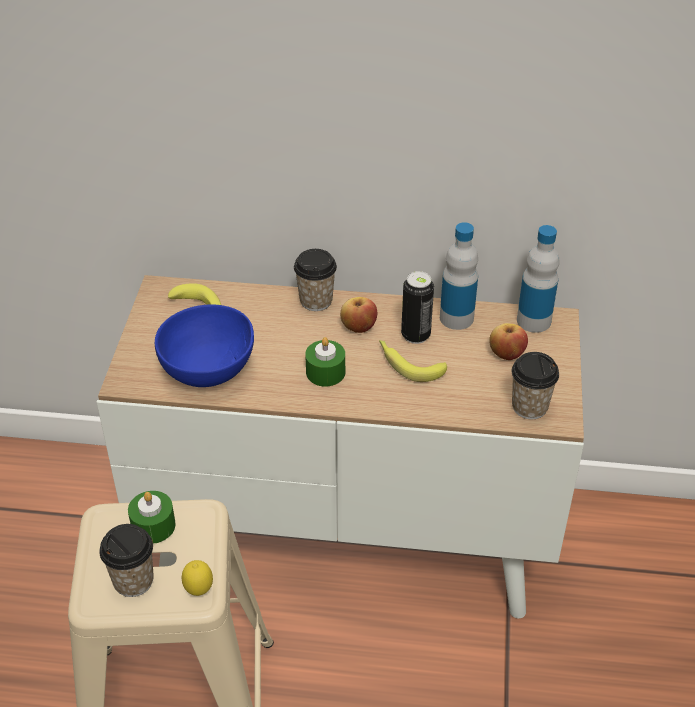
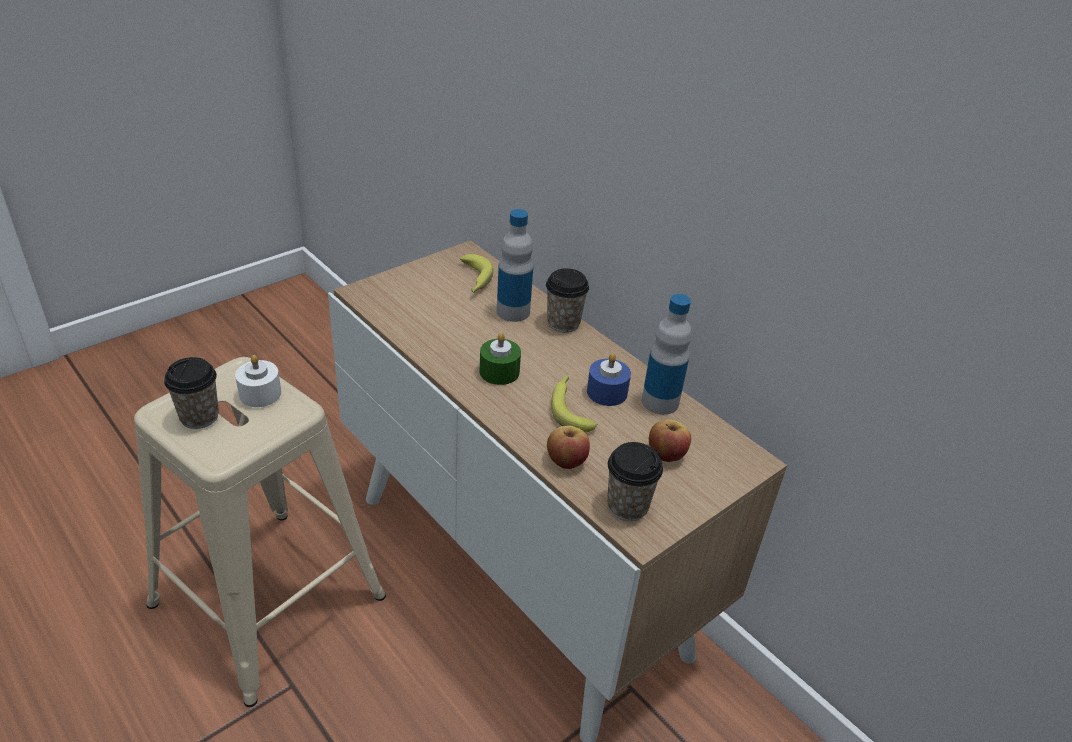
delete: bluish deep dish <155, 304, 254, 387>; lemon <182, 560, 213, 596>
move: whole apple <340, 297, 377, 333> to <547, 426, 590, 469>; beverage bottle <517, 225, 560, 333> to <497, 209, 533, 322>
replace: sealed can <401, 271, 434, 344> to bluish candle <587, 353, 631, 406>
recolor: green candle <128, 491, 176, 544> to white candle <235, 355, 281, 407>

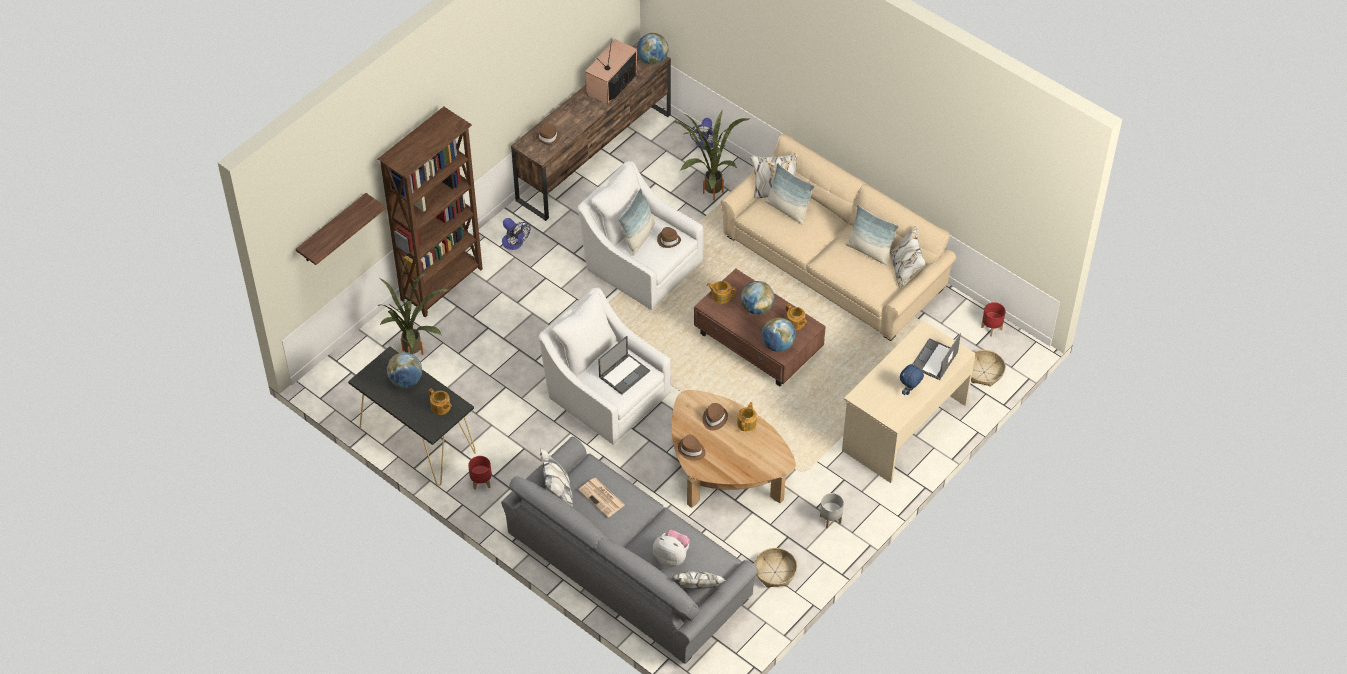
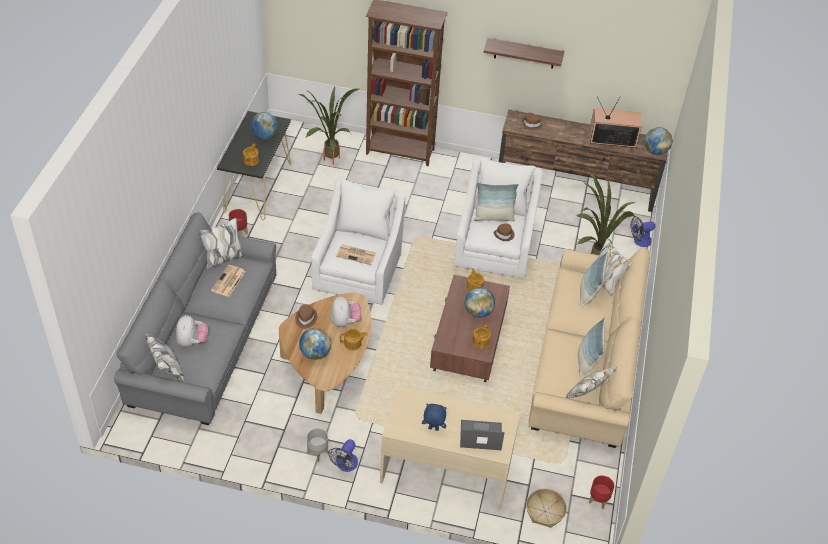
delete: storage basket <754, 548, 797, 588>
move: wall shelf <296, 193, 386, 265> to <484, 38, 564, 69>; electric fan <502, 218, 530, 250> to <328, 439, 358, 472>; globe <762, 318, 796, 352> to <299, 328, 331, 360>
replace: notebook computer <598, 336, 650, 395> to printed paper <336, 244, 376, 265>; brown wearable hat <703, 403, 728, 430> to soft toy <331, 296, 362, 327>

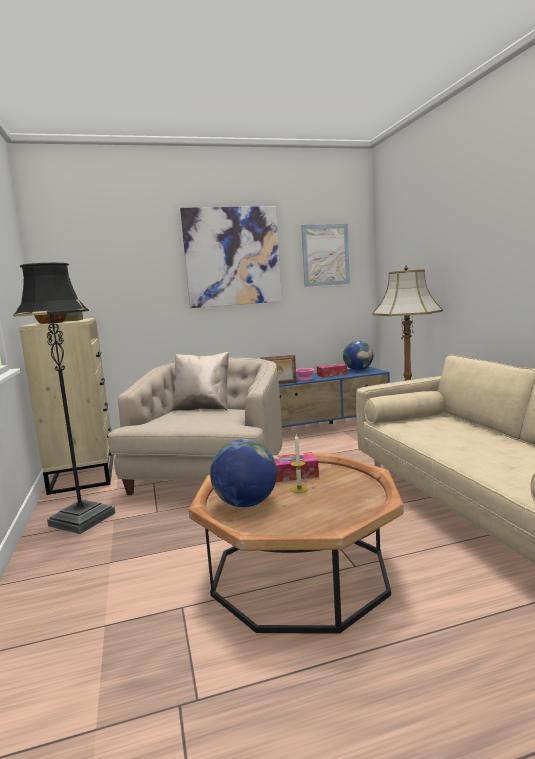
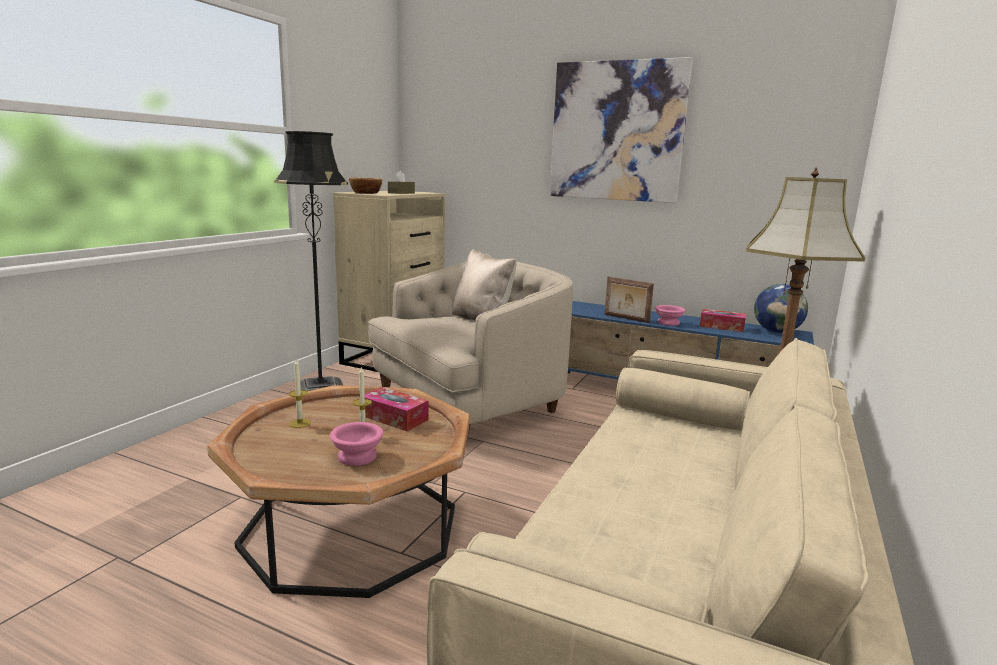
delete: picture <301, 224, 350, 287>
insert: pinkish deep dish <330, 422, 383, 466>
replace: globe <210, 439, 277, 507> to candle <289, 358, 311, 428>

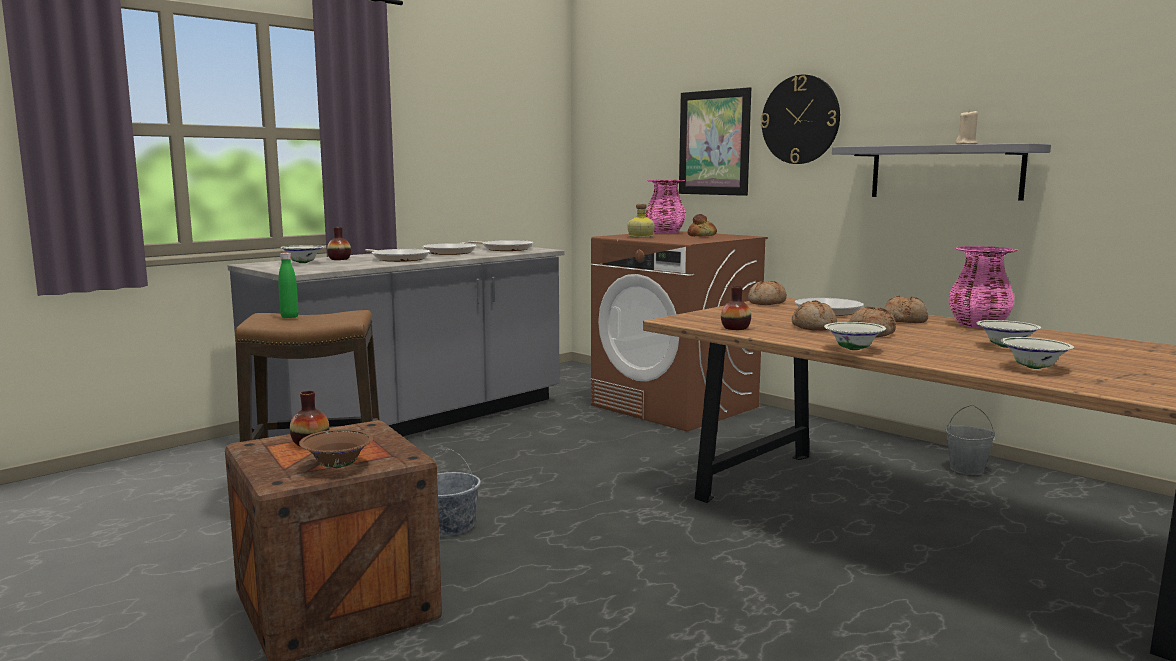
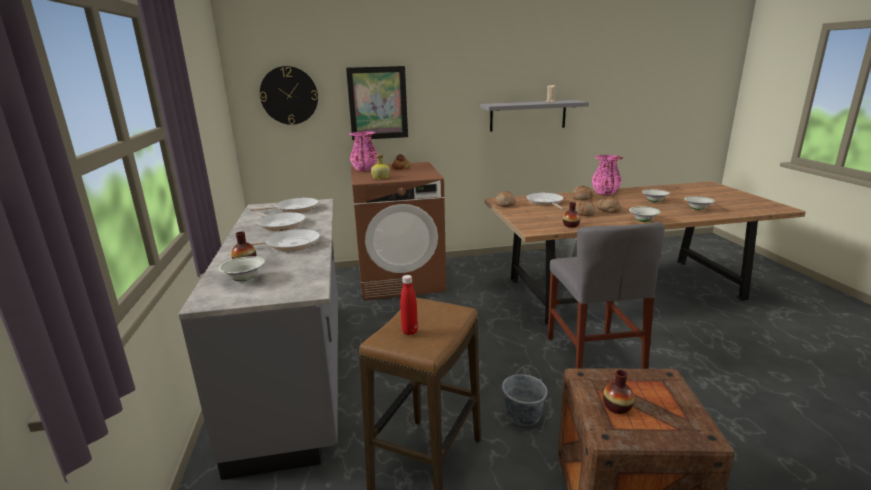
delete: brown deep dish <299, 429, 373, 468>
insert: greyish upright chair <548, 222, 665, 369>
move: wall clock <761, 75, 840, 164> to <260, 66, 318, 125>
recolor: green beverage bottle <278, 253, 299, 318> to reddish beverage bottle <400, 275, 418, 335>

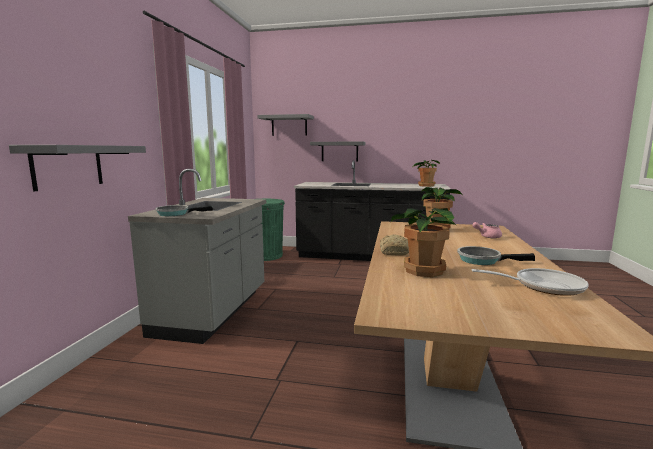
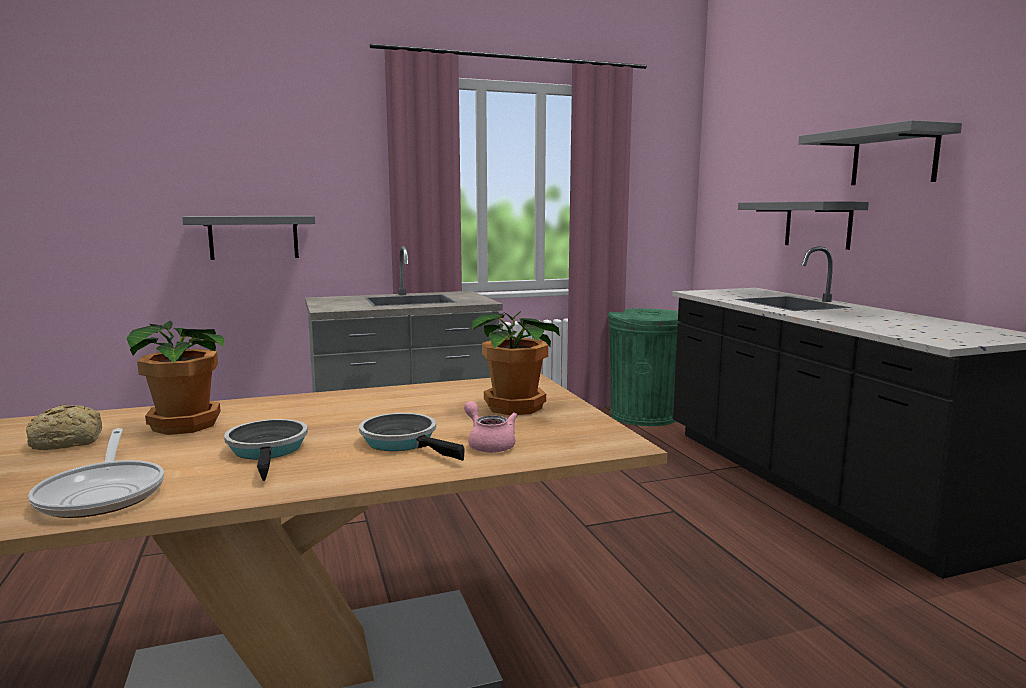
delete: potted plant <413, 160, 440, 187>
move: frying pan <155, 205, 213, 216> to <359, 413, 465, 461>; greyish wall shelf <257, 114, 314, 136> to <798, 120, 962, 185>; bread <380, 234, 409, 255> to <26, 404, 102, 450>

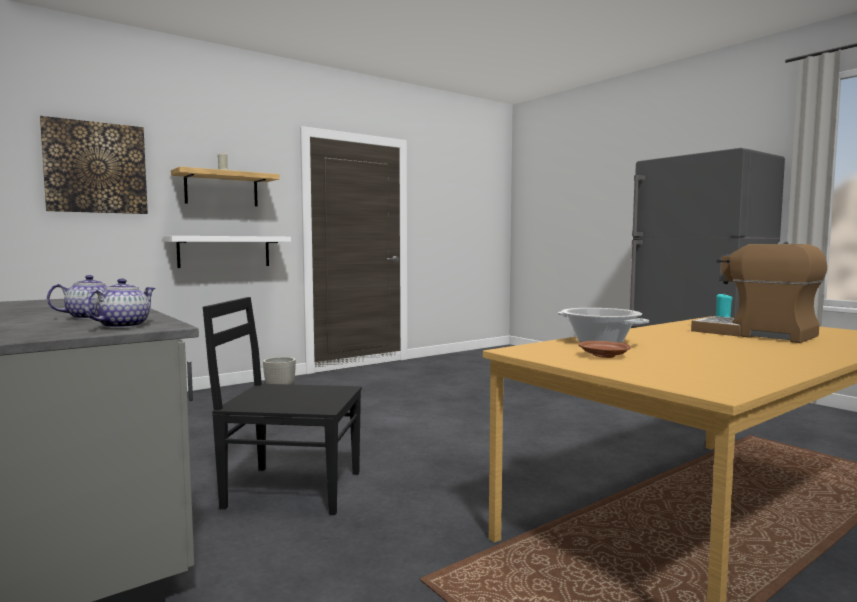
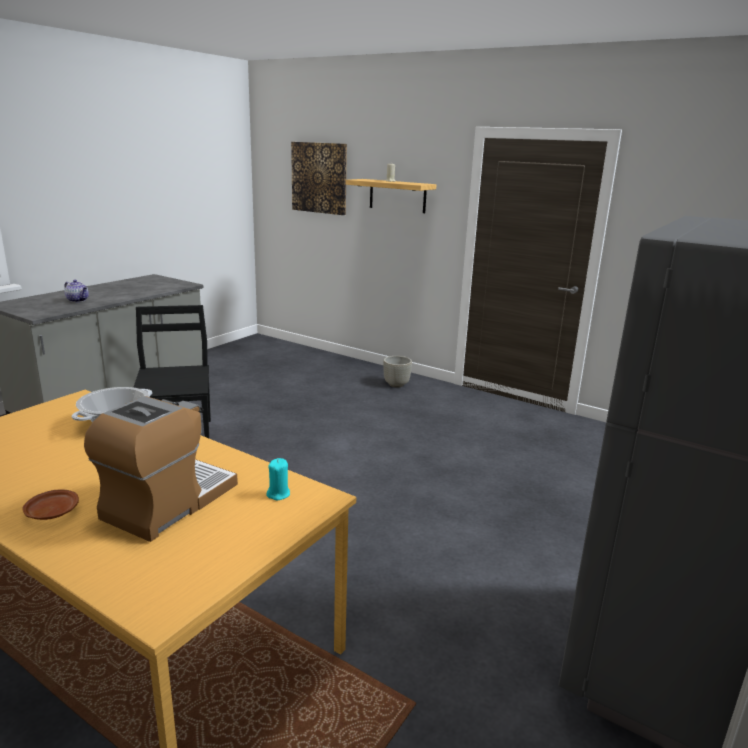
delete: teapot <84, 279, 155, 328>; white wall shelf <163, 236, 291, 268>
move: brown plate <578, 341, 631, 358> to <22, 489, 79, 520>

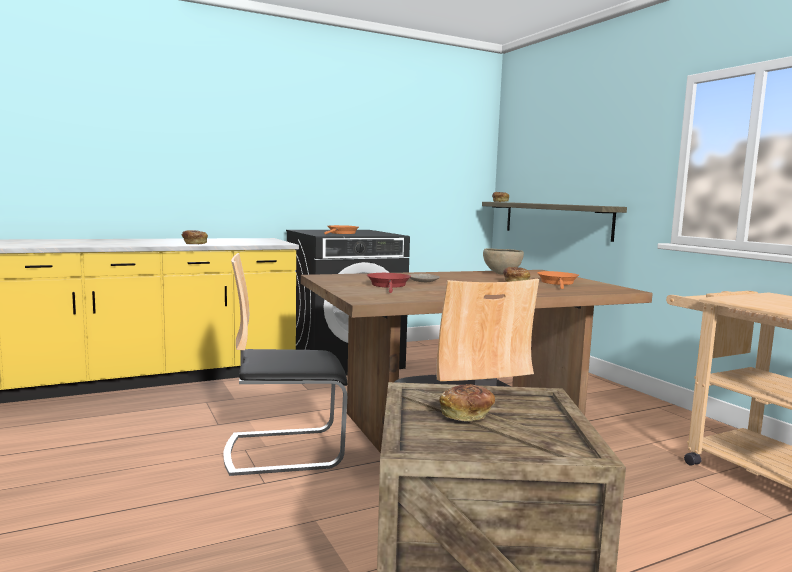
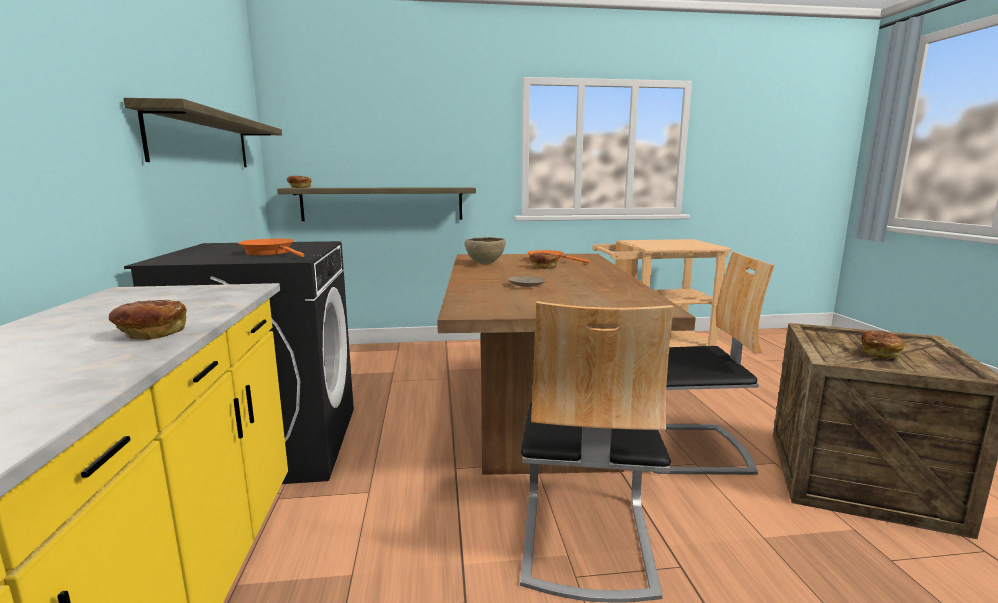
delete: reddish frying pan <367, 273, 411, 293>
insert: wall shelf <123, 98, 282, 167>

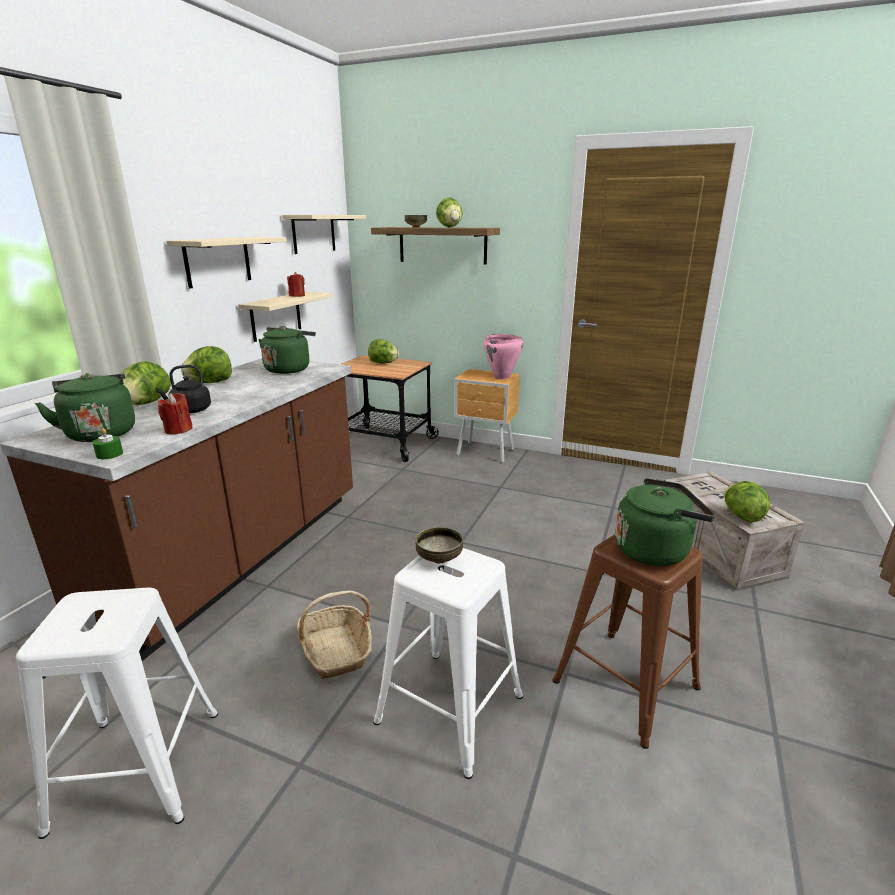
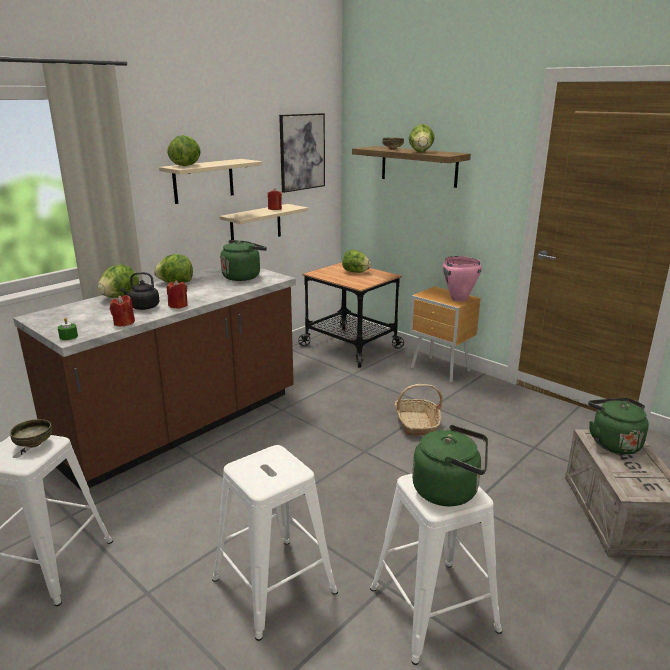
insert: reddish candle <167, 280, 187, 309>
move: green kettle <35, 373, 135, 442> to <588, 398, 649, 455>; storage basket <297, 591, 372, 679> to <395, 384, 443, 436>; deep dish <416, 527, 463, 563> to <10, 419, 52, 448>; lettuce <724, 481, 770, 523> to <167, 135, 201, 166>
replace: beige wall shelf <282, 215, 366, 254> to picture <279, 113, 325, 193>
recolor: brown stool <552, 534, 703, 749> to white stool <370, 474, 502, 665>

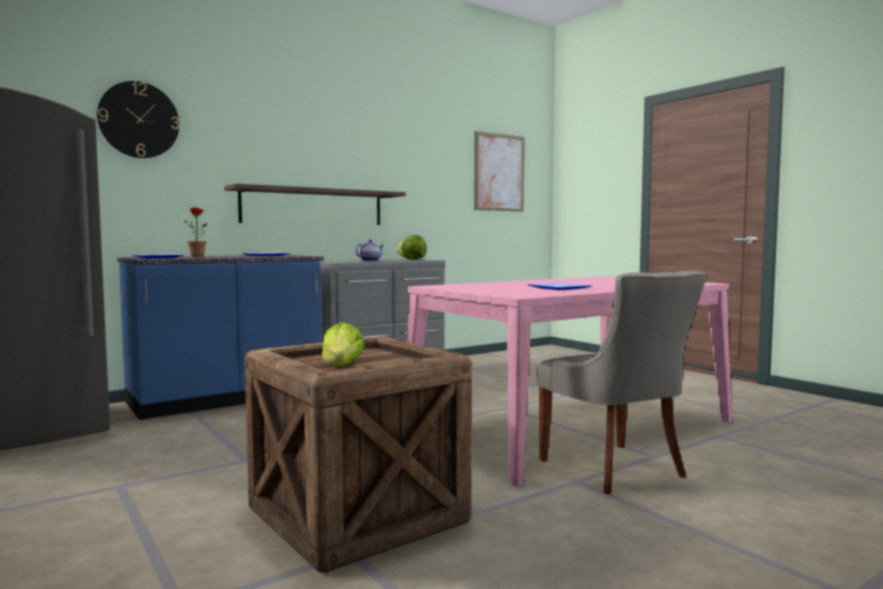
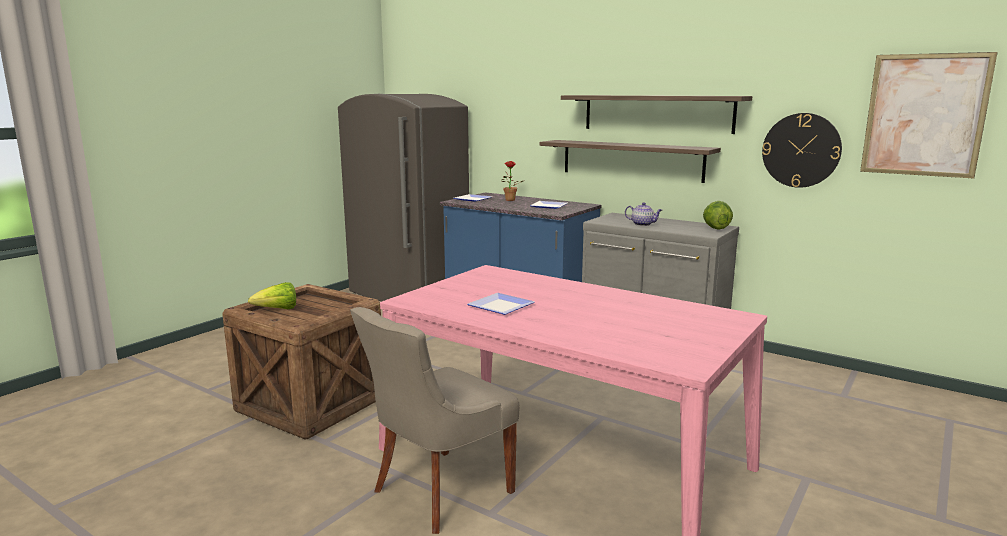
insert: wall shelf <561, 95, 752, 134>
move: wall clock <97, 81, 179, 158> to <762, 113, 842, 188>

